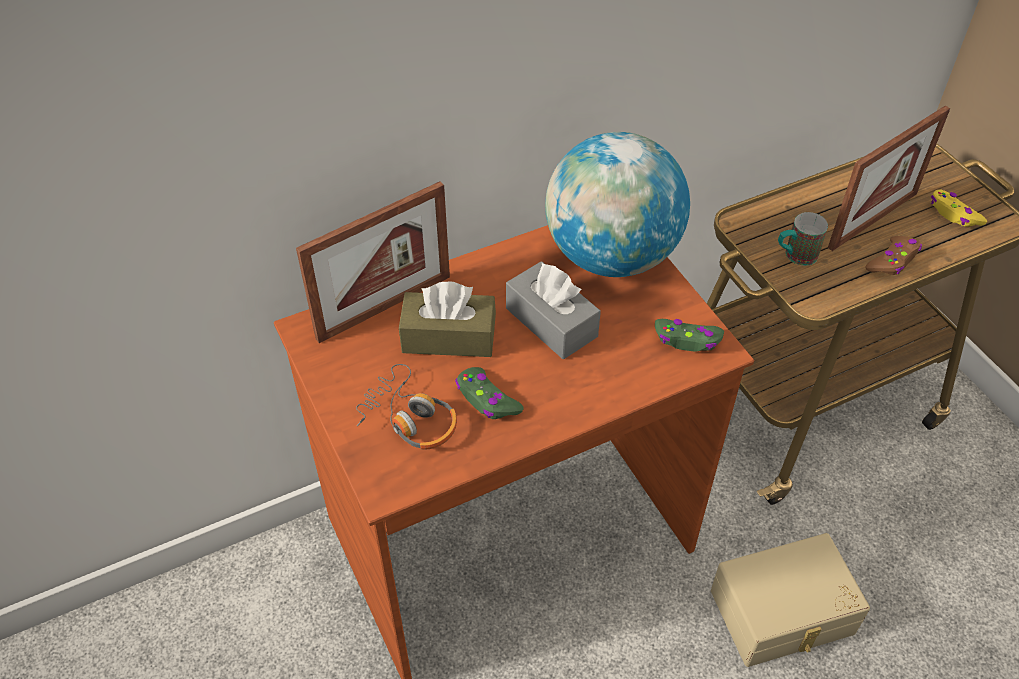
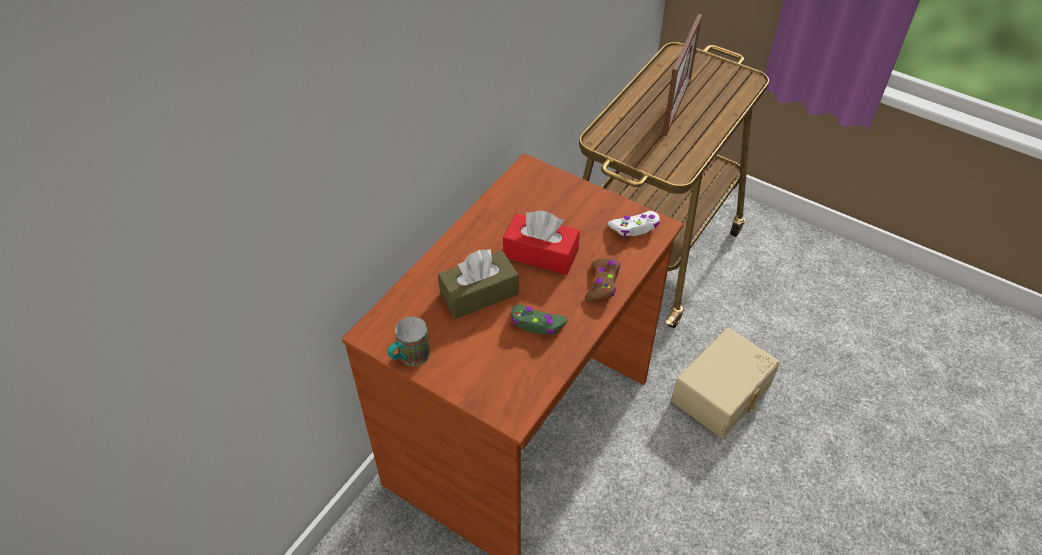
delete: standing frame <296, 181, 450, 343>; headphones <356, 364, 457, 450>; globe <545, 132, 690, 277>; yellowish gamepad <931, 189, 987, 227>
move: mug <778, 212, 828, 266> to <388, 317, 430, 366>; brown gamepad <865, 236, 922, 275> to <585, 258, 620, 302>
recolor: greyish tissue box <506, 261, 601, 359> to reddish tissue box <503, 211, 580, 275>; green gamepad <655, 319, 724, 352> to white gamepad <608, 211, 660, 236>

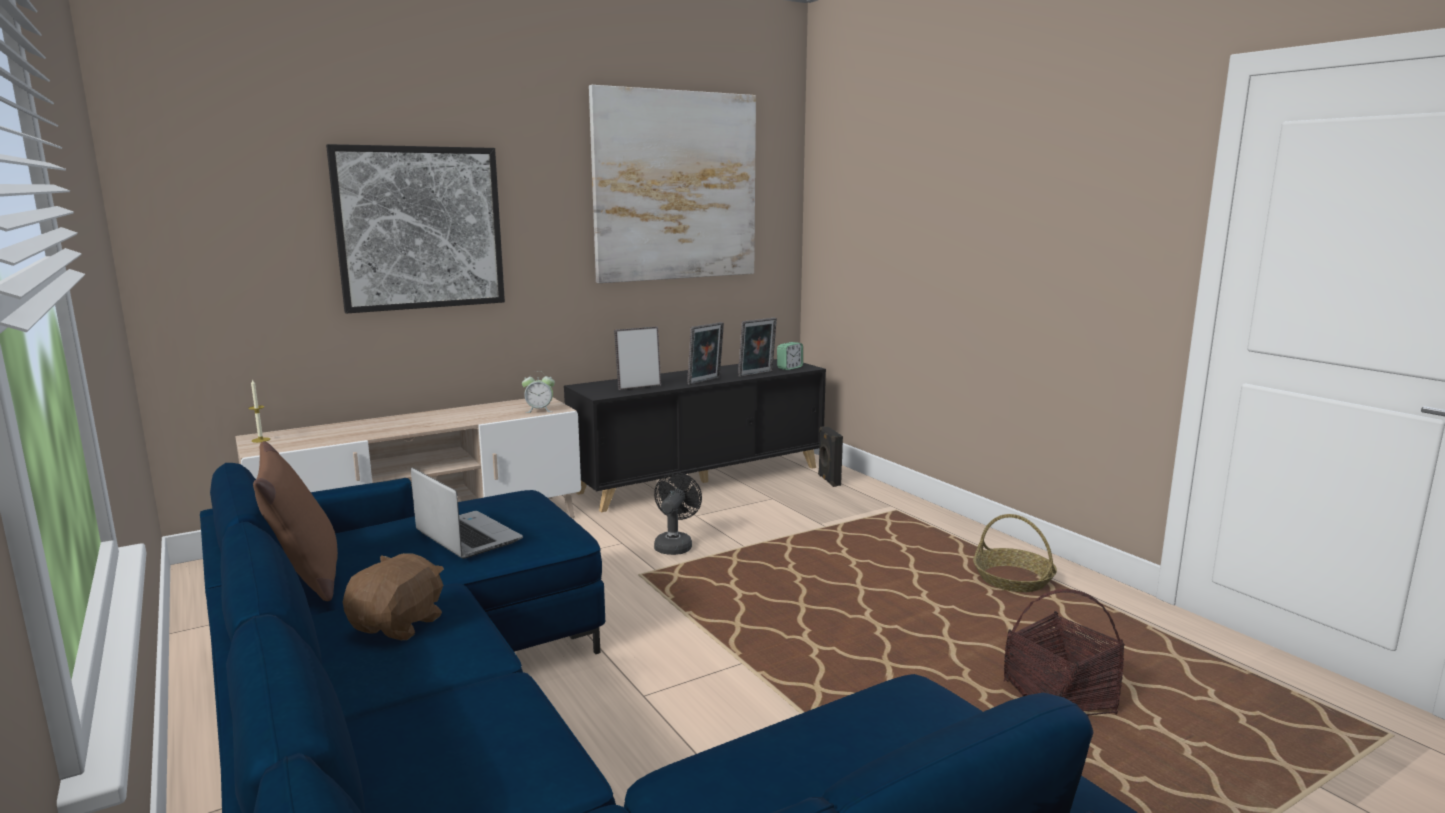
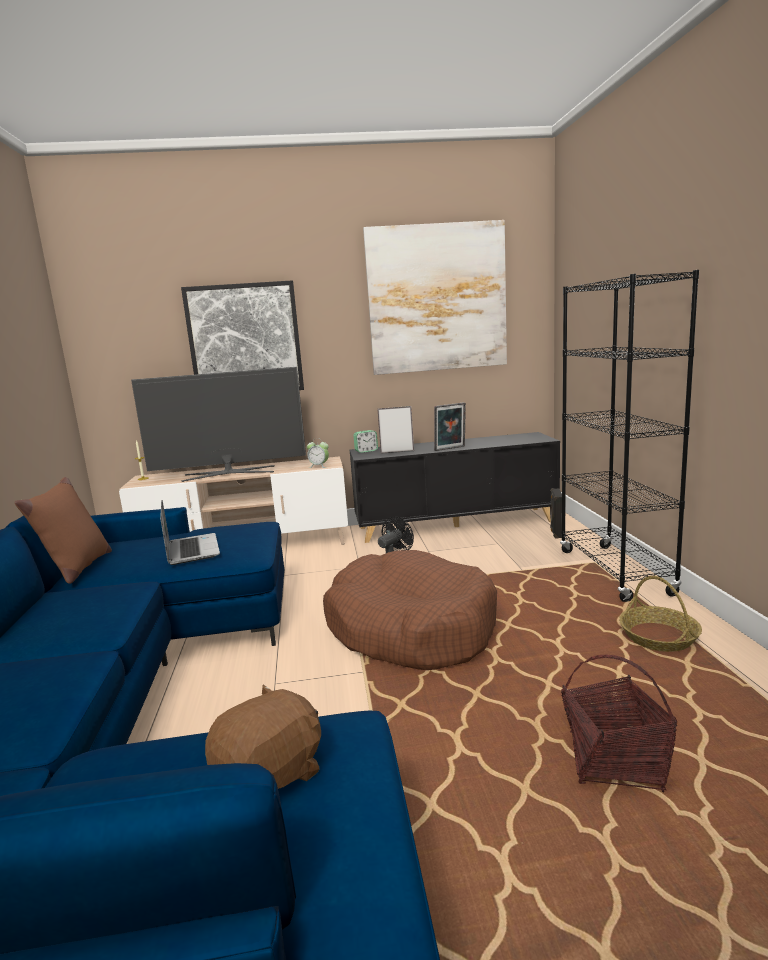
delete: standing frame <738, 318, 777, 377>
insert: television <131, 367, 306, 482>; brown dog cushion <323, 550, 497, 670>; black shelving unit <560, 270, 699, 602>
move: brown soft toy <343, 553, 444, 640> to <205, 684, 321, 789>; bedside clock <777, 342, 803, 370> to <353, 430, 378, 453>

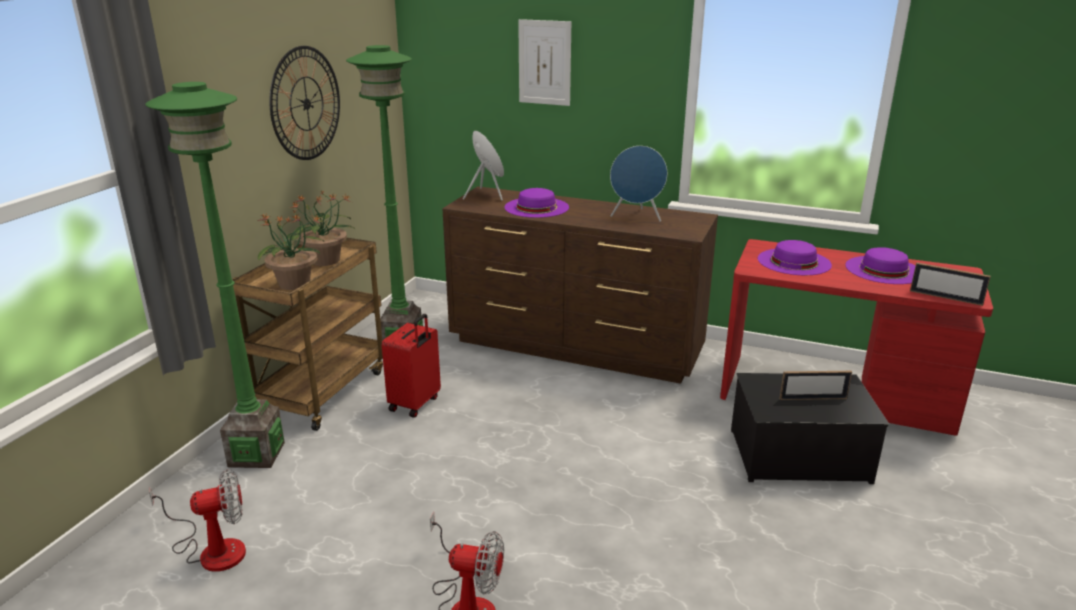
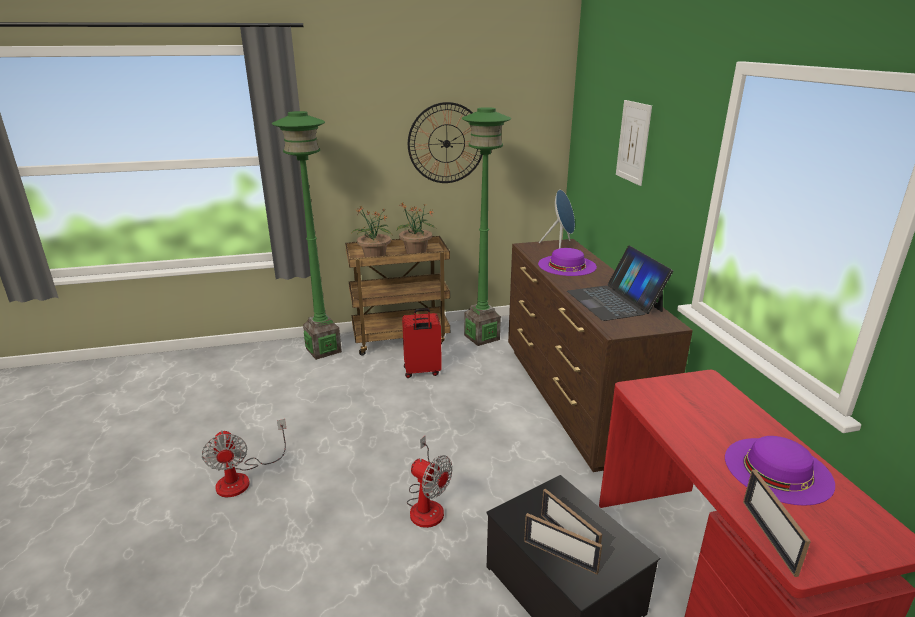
delete: purple wearable hat <758, 240, 832, 275>
insert: standing frame <524, 513, 602, 574>
move: electric fan <149, 469, 246, 572> to <407, 436, 452, 528>
replace: bluish speaker <610, 146, 667, 222> to notebook computer <567, 246, 673, 321>

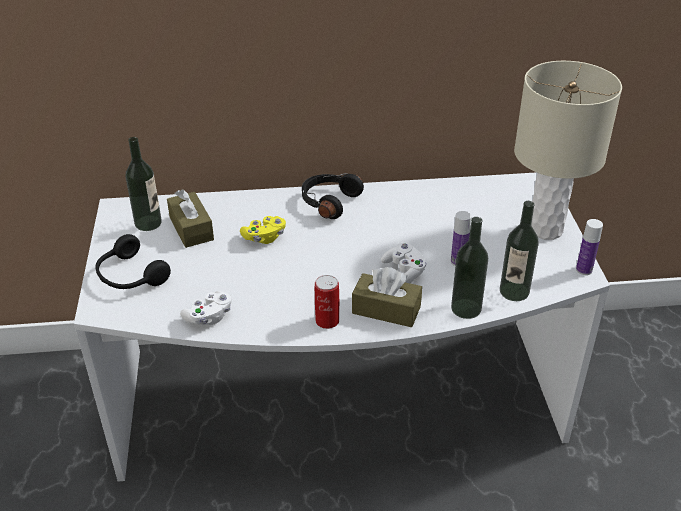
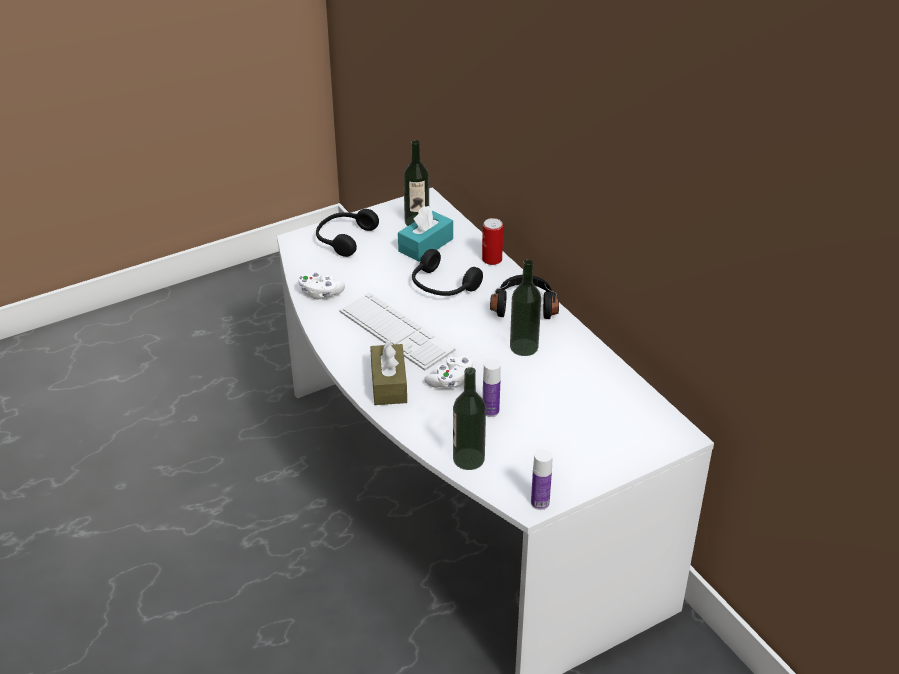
delete: beige table lamp <514, 61, 622, 240>
insert: keyboard <339, 292, 456, 371>
move: sealed can <315, 275, 339, 329> to <482, 218, 503, 265>; beverage bottle <451, 217, 488, 319> to <510, 259, 541, 356>
replace: yellowish gamepad <240, 216, 286, 244> to black headphones <412, 249, 483, 296>
recolor: brown tissue box <167, 189, 214, 248> to turquoise-coloured tissue box <398, 206, 453, 261>

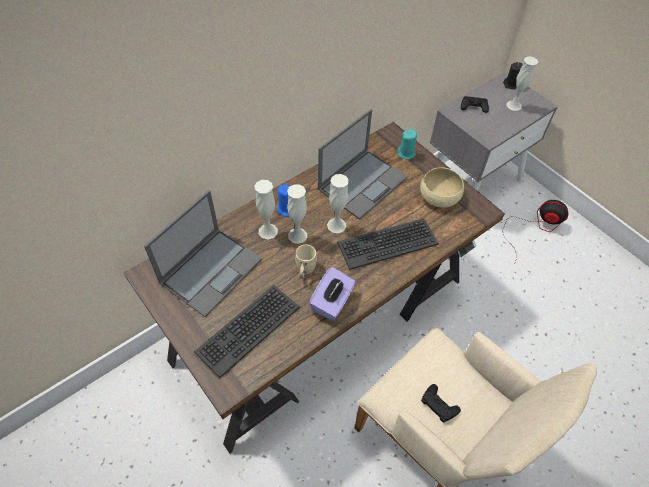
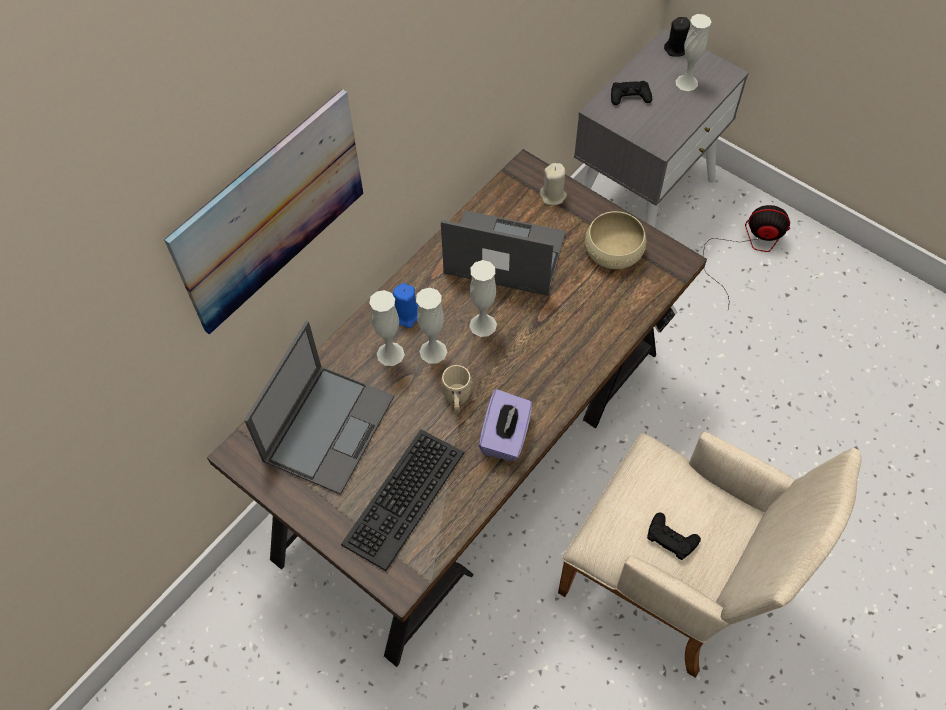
delete: keyboard <337, 218, 439, 270>
insert: picture <164, 89, 363, 335>
recolor: turquoise-coloured candle <397, 129, 417, 160> to beige candle <540, 163, 567, 205>
rotate: notebook computer <318, 109, 408, 220> = <441, 210, 566, 296> 105 degrees counterclockwise

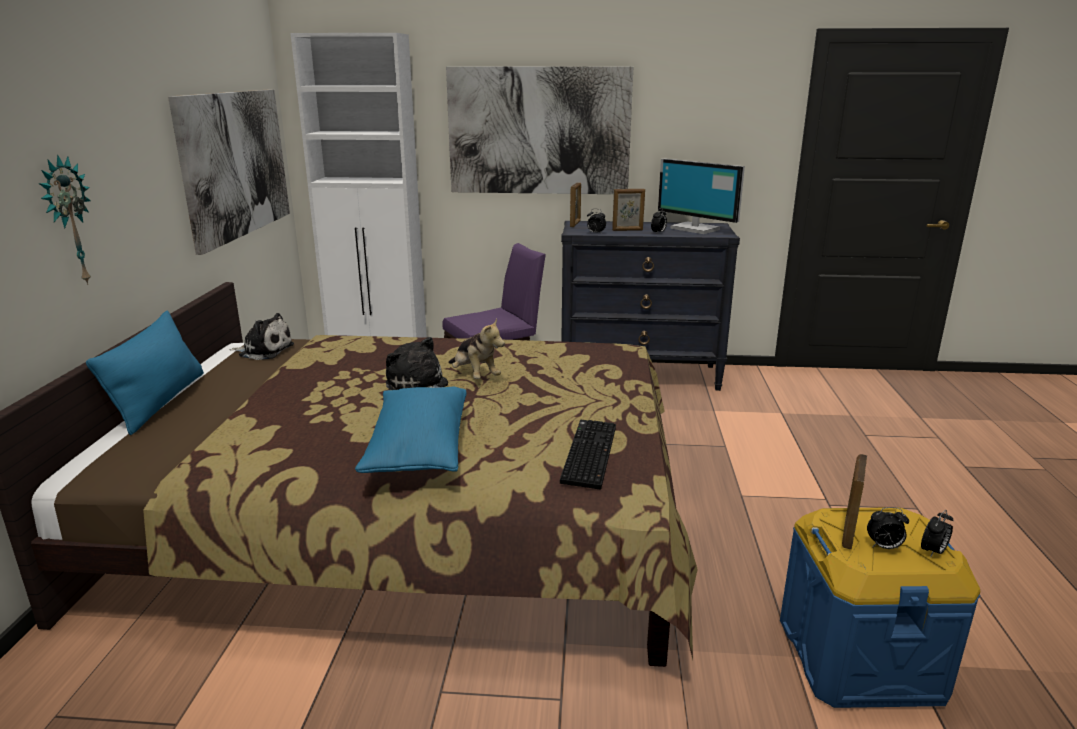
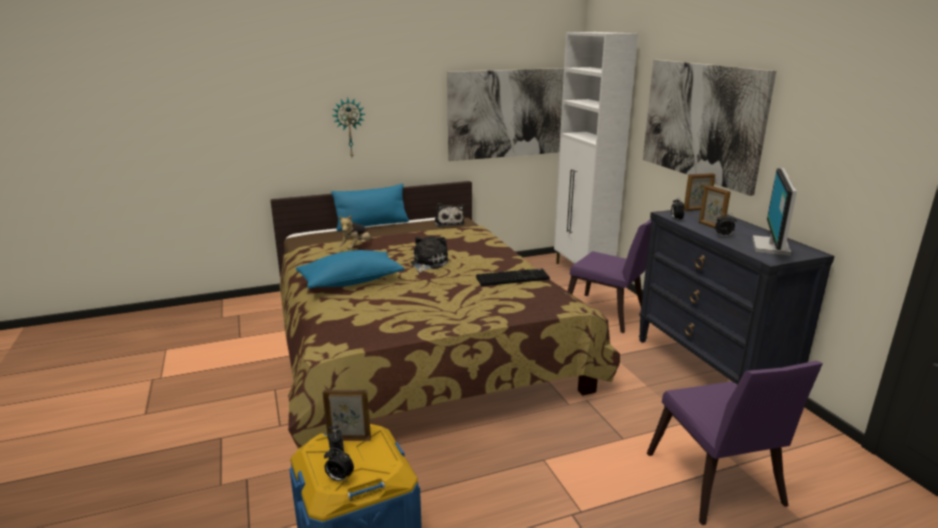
insert: purple upright chair <647, 361, 823, 525>
move: soft toy <449, 319, 505, 379> to <338, 215, 372, 250>; keyboard <560, 420, 616, 490> to <476, 269, 550, 286>

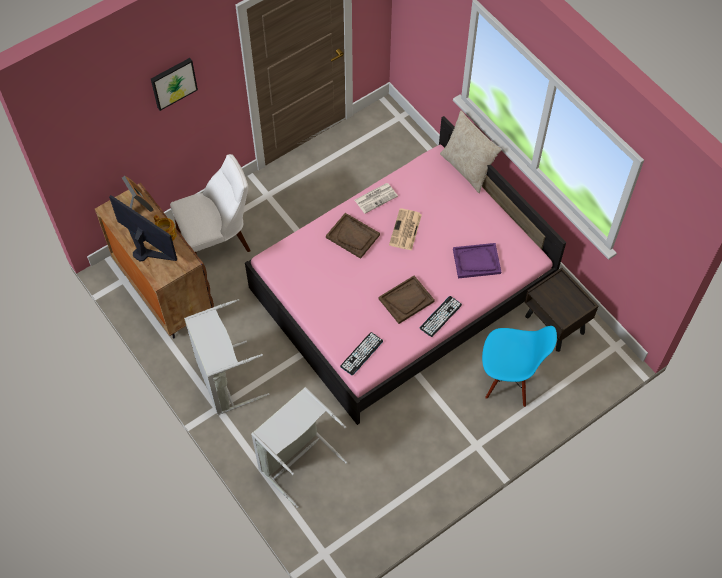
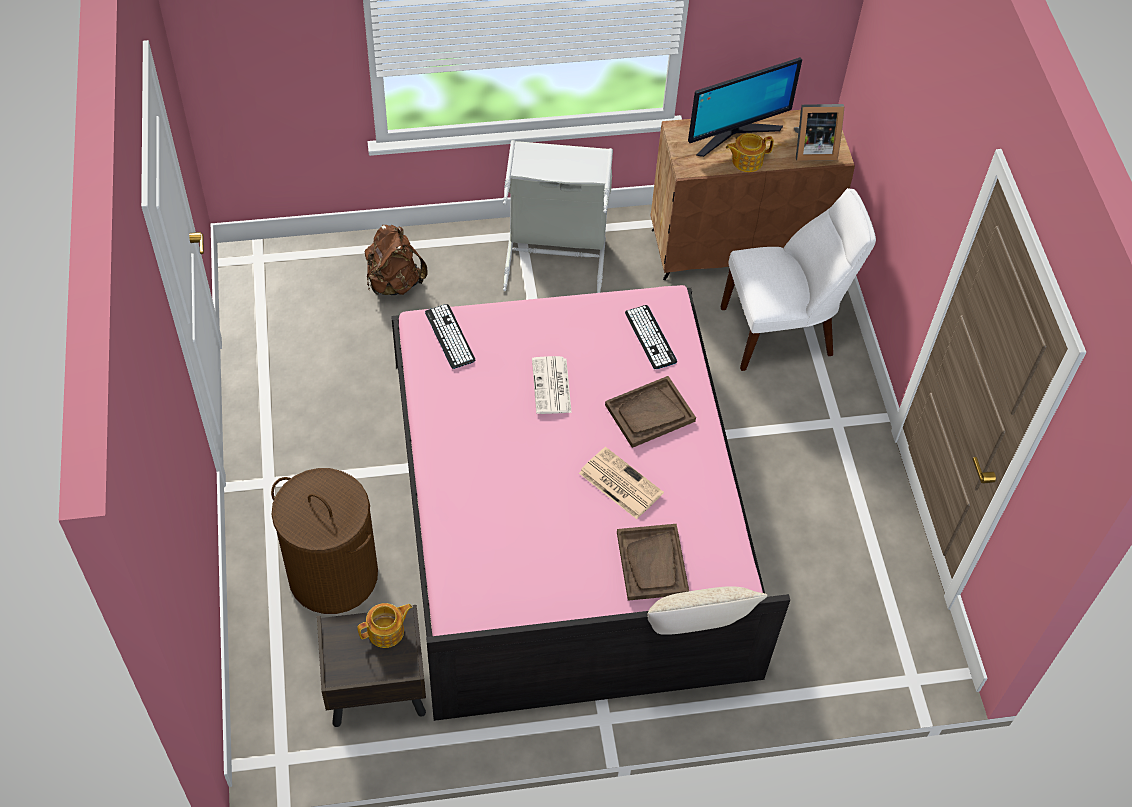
delete: picture <151, 58, 198, 111>; purple carrying tray <453, 243, 501, 278>
insert: teapot <358, 603, 412, 648>
move: printed paper <355, 183, 398, 214> to <532, 356, 572, 414>; brown carrying tray <379, 276, 435, 324> to <617, 524, 689, 601>; keyboard <420, 296, 462, 337> to <625, 305, 677, 369>
replace: greyish hamper <251, 387, 347, 508> to brown backpack <365, 224, 428, 295>; bluish upright chair <482, 326, 557, 407> to brown hamper <271, 468, 378, 614>
rotate: white upright chair <170, 154, 251, 255> = <721, 188, 876, 371> 105 degrees counterclockwise

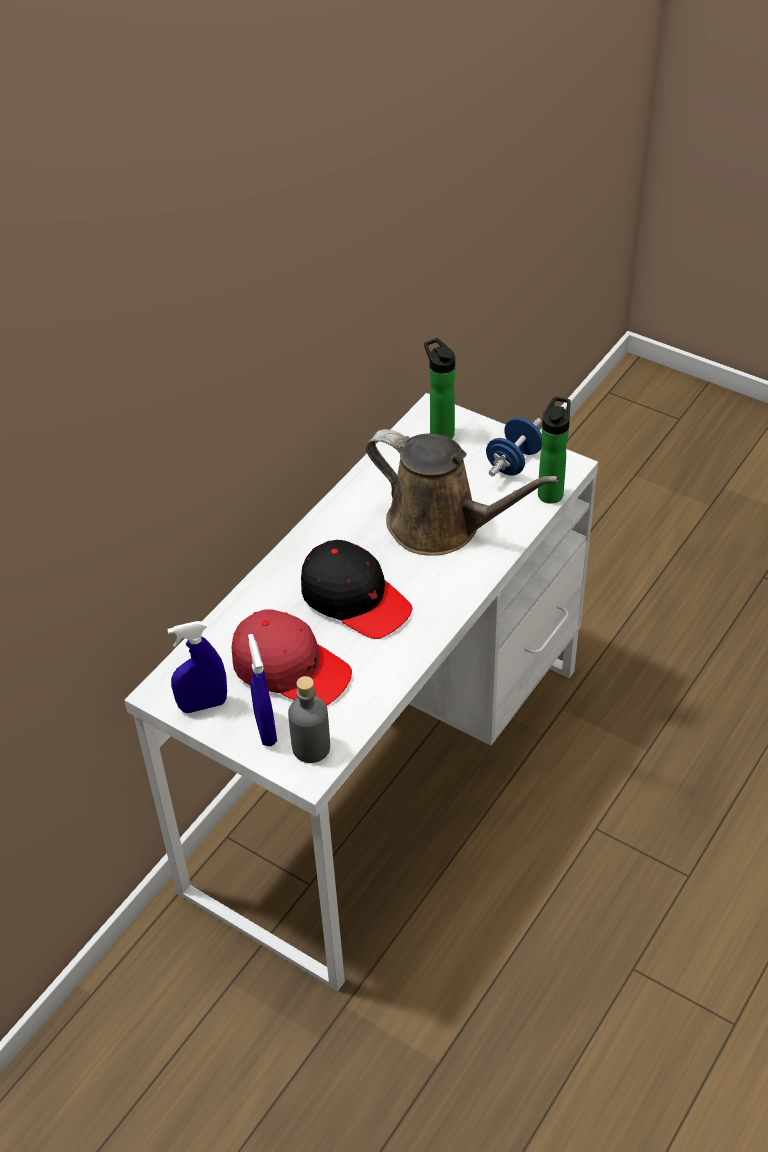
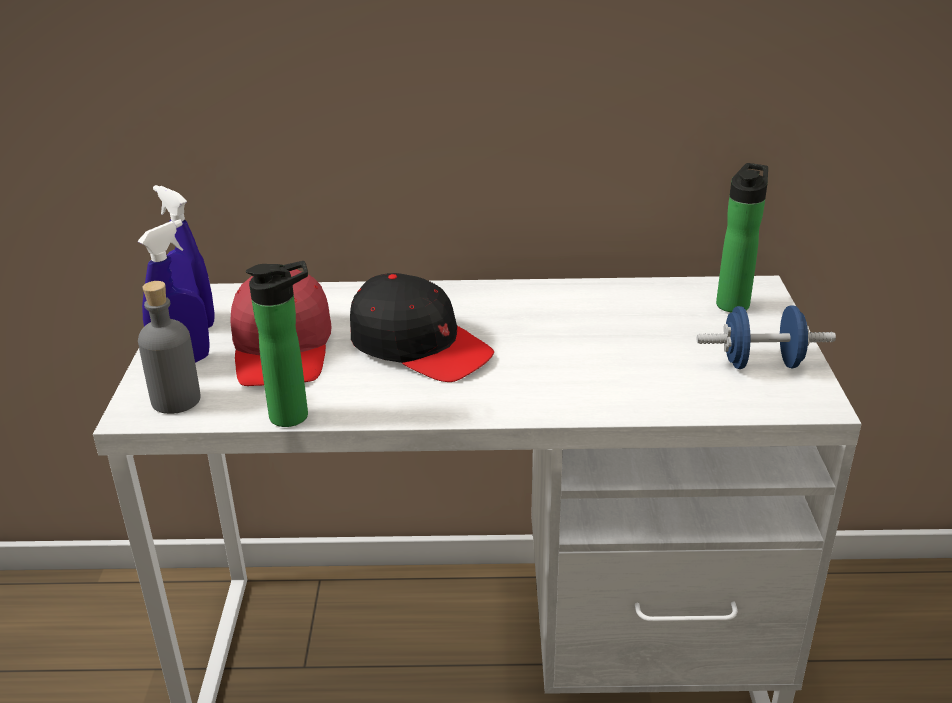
delete: brown sprinkling can <366, 429, 560, 556>
move: beverage bottle <538, 396, 571, 504> to <246, 261, 308, 427>
rotate: black peaked cap <301, 540, 412, 639> = <350, 273, 494, 382> 60 degrees counterclockwise

